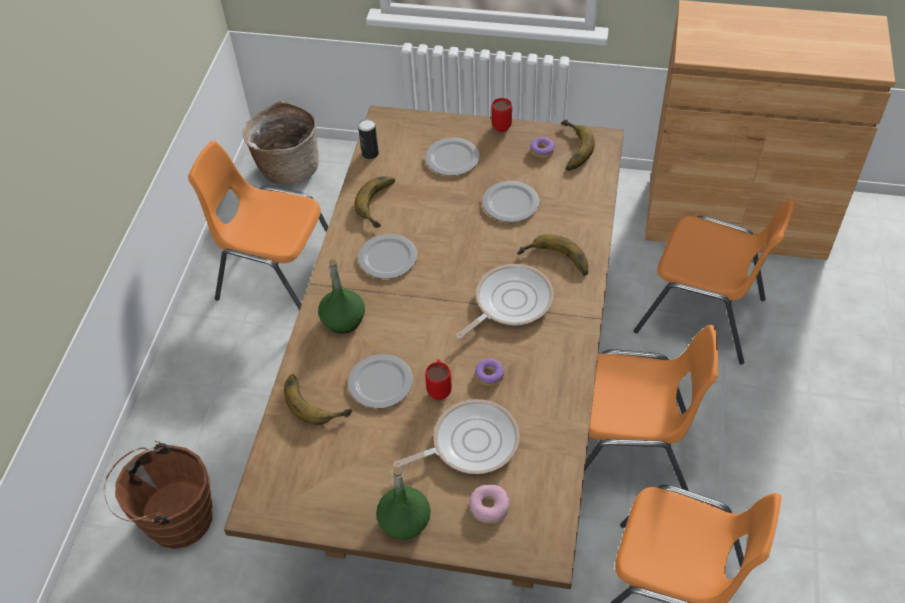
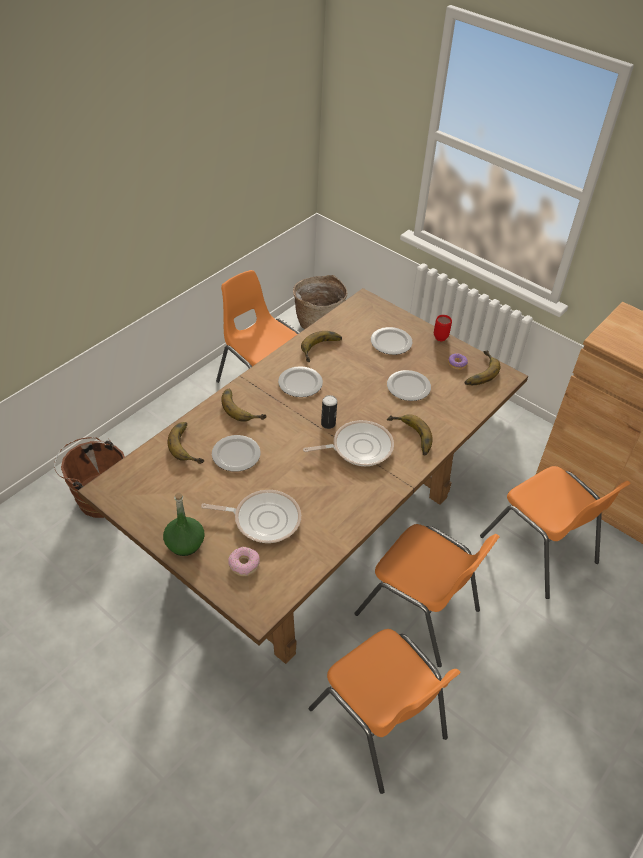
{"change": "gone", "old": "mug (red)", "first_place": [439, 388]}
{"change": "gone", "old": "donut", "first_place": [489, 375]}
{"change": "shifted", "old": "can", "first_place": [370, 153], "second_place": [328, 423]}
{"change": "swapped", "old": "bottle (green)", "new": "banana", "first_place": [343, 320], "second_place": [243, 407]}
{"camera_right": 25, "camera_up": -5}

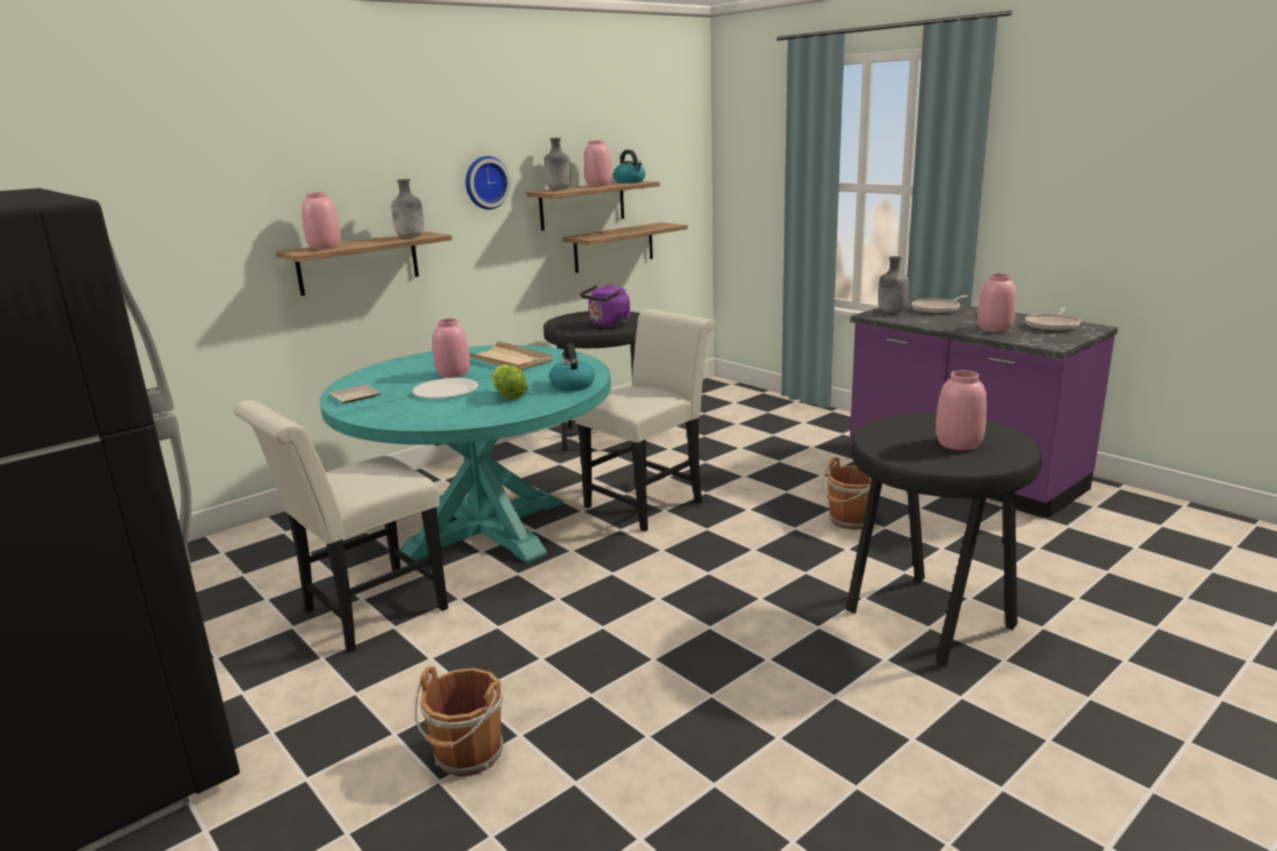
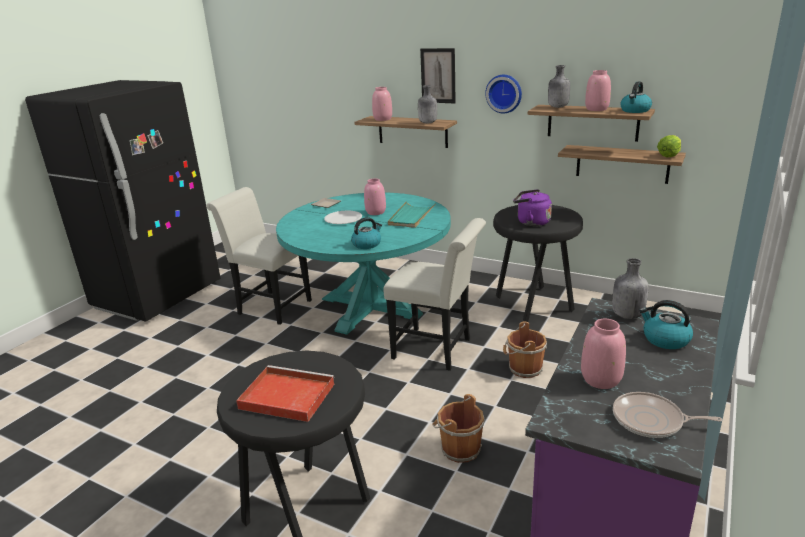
{"change": "new", "new": "picture", "second_place": [438, 75]}
{"change": "shifted", "old": "bucket (brown)", "first_place": [467, 755], "second_place": [523, 369]}
{"change": "shifted", "old": "lettuce", "first_place": [509, 396], "second_place": [668, 155]}
{"change": "swapped", "old": "frying pan", "new": "kettle", "first_place": [937, 310], "second_place": [665, 339]}
{"change": "swapped", "old": "vase (pink)", "new": "tray (red)", "first_place": [959, 444], "second_place": [285, 396]}
{"change": "repainted", "old": "tray (beige)", "new": "tray (turquoise)", "first_place": [507, 360], "second_place": [411, 217]}
{"camera_right": 70, "camera_up": 5}

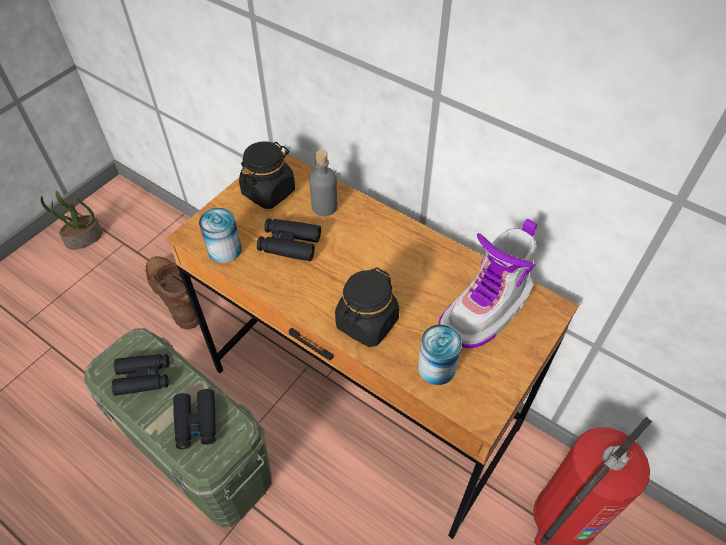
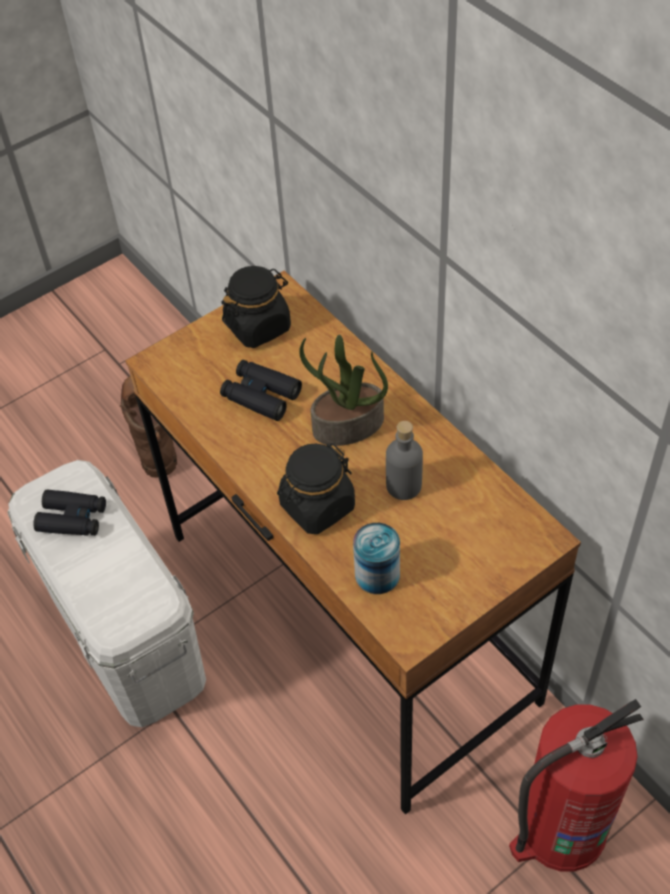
{"change": "gone", "old": "binoculars (black)", "first_place": [196, 422]}
{"change": "gone", "old": "can", "first_place": [224, 250]}
{"change": "gone", "old": "boot", "first_place": [487, 309]}
{"change": "shifted", "old": "potted plant", "first_place": [84, 239], "second_place": [348, 427]}
{"change": "shifted", "old": "bottle (grey)", "first_place": [324, 206], "second_place": [404, 485]}
{"change": "repainted", "old": "storage box (green)", "new": "storage box (white)", "first_place": [199, 455], "second_place": [127, 635]}
{"camera_right": 20, "camera_up": 0}

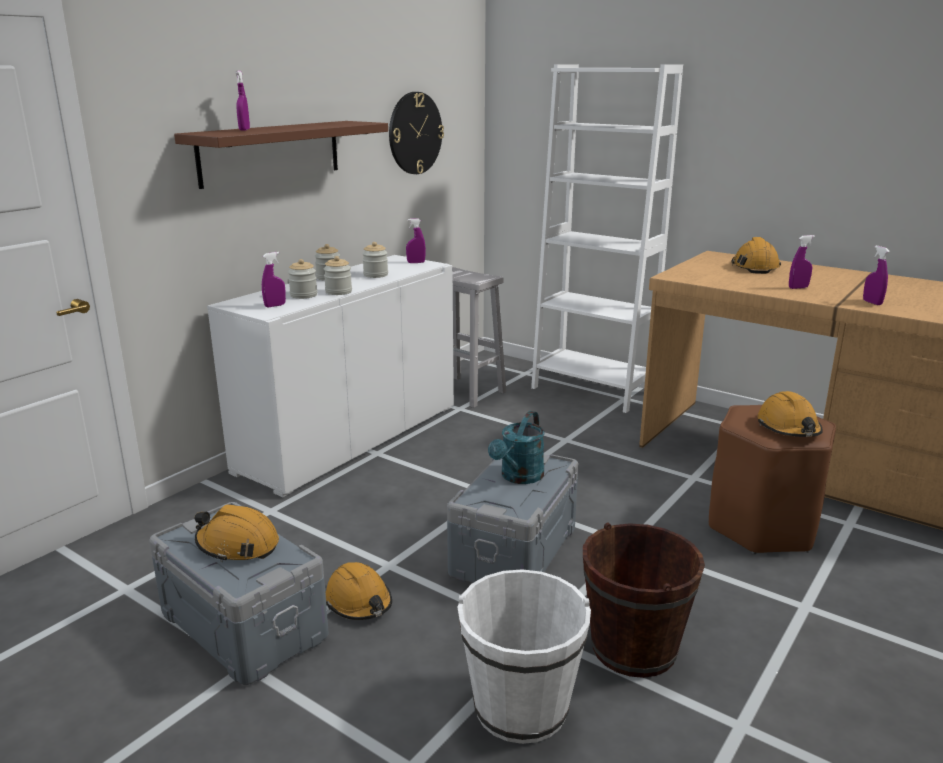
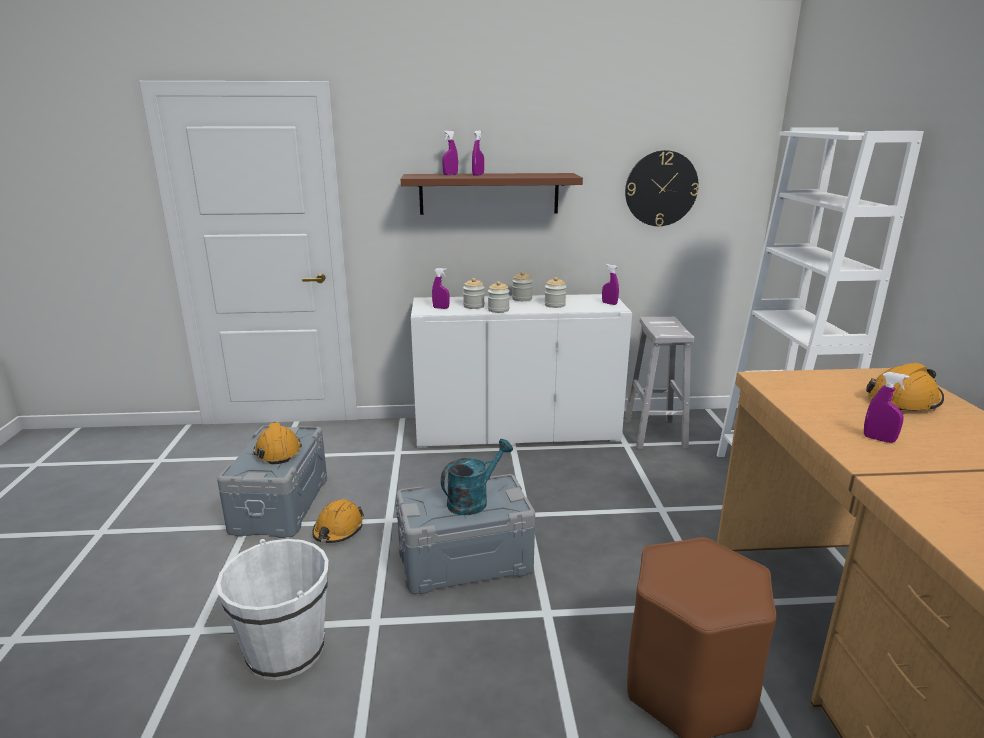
{"change": "gone", "old": "bucket (brown)", "first_place": [634, 648]}
{"change": "gone", "old": "hard hat (orange)", "first_place": [788, 428]}
{"change": "shifted", "old": "spray bottle (purple)", "first_place": [872, 302], "second_place": [478, 175]}
{"change": "rotated", "old": "watering can (turquoise)", "first_place": [519, 477], "second_place": [473, 500], "degrees": 150}
{"camera_right": 50, "camera_up": 0}

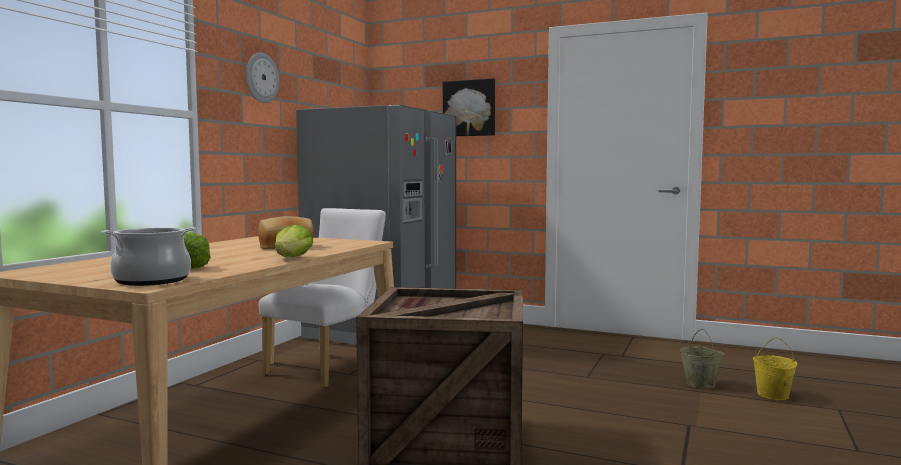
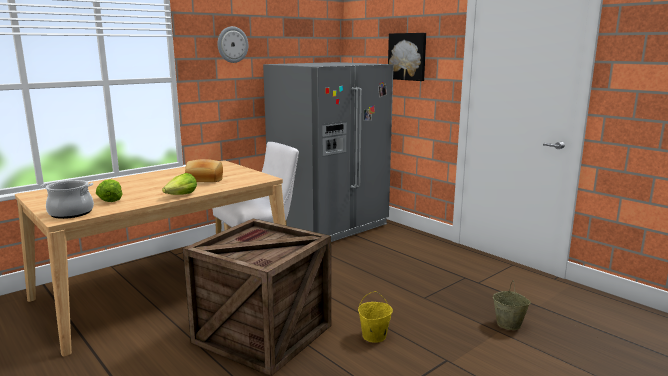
{"change": "shifted", "old": "bucket (yellow)", "first_place": [773, 395], "second_place": [374, 336]}
{"camera_right": 25, "camera_up": 10}

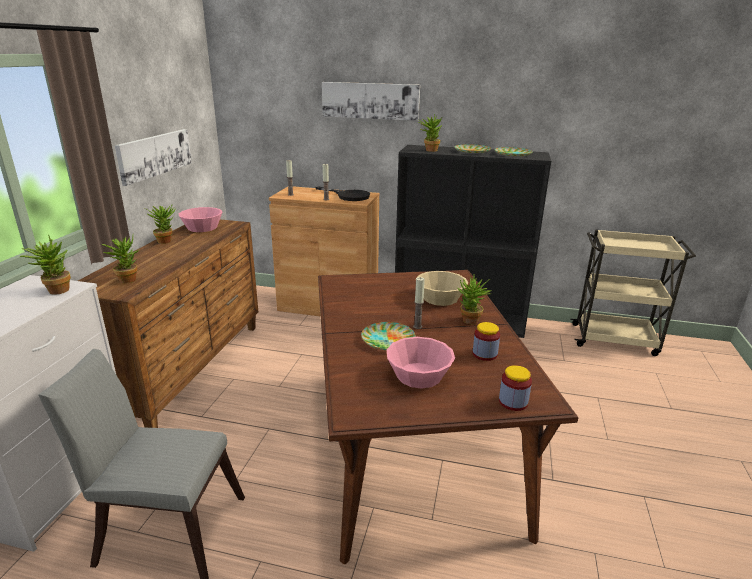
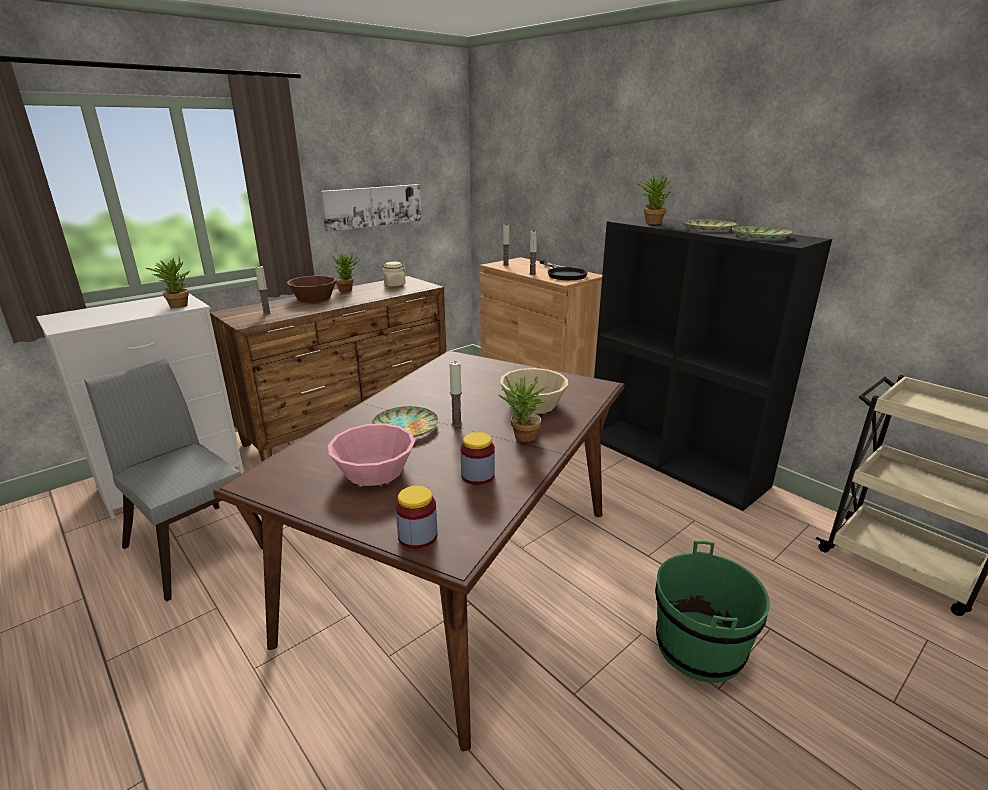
{"change": "gone", "old": "picture", "first_place": [370, 100]}
{"change": "new", "new": "bowl (brown)", "second_place": [314, 298]}
{"change": "new", "new": "bucket (green)", "second_place": [699, 647]}
{"change": "swapped", "old": "potted plant", "new": "candle", "first_place": [127, 279], "second_place": [266, 313]}
{"change": "swapped", "old": "bowl (pink)", "new": "jar (beige)", "first_place": [202, 227], "second_place": [395, 284]}
{"camera_right": 35, "camera_up": 0}

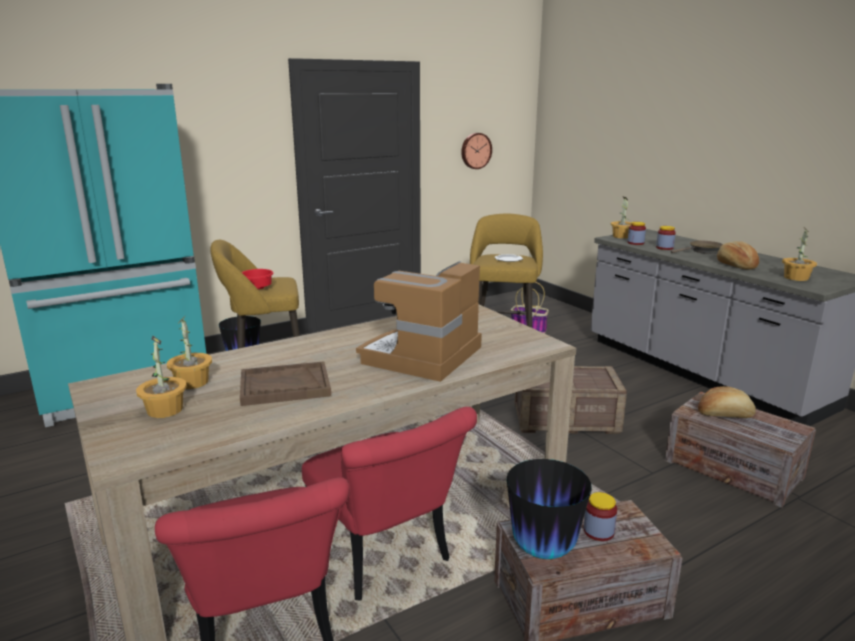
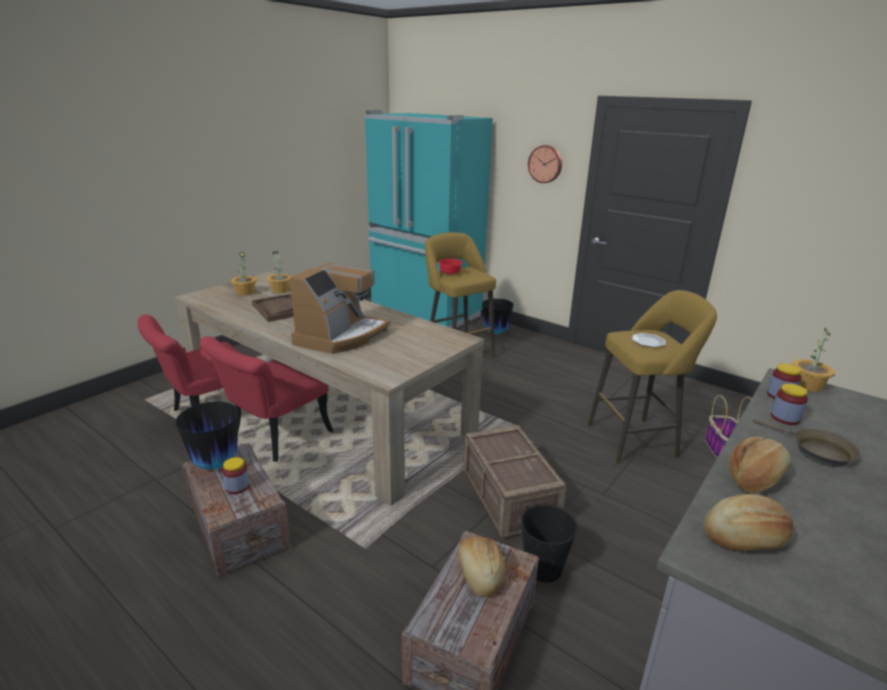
{"change": "new", "new": "bucket (black)", "second_place": [543, 567]}
{"change": "shifted", "old": "wall clock", "first_place": [475, 150], "second_place": [545, 164]}
{"change": "swapped", "old": "potted plant", "new": "bread", "first_place": [795, 278], "second_place": [745, 538]}
{"change": "rotated", "old": "coffee machine", "first_place": [423, 356], "second_place": [341, 336], "degrees": 105}
{"camera_right": 70, "camera_up": 5}

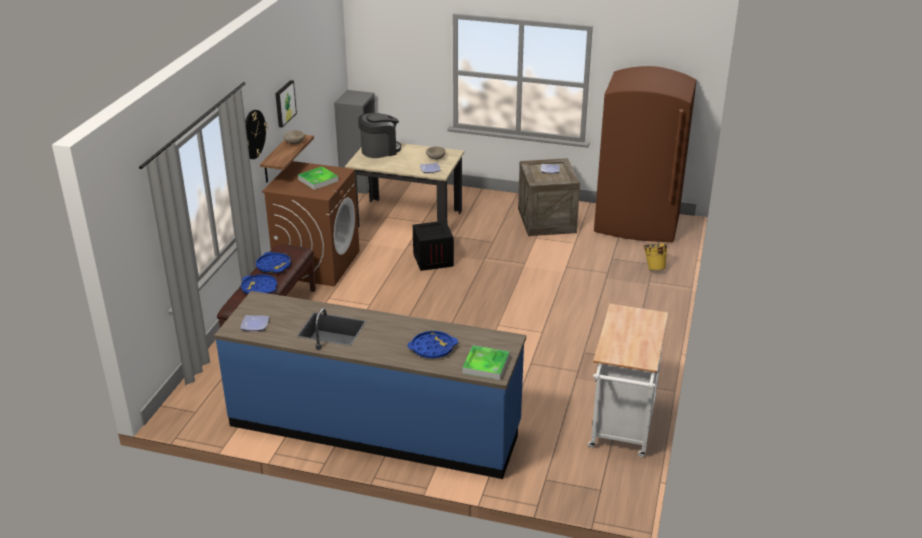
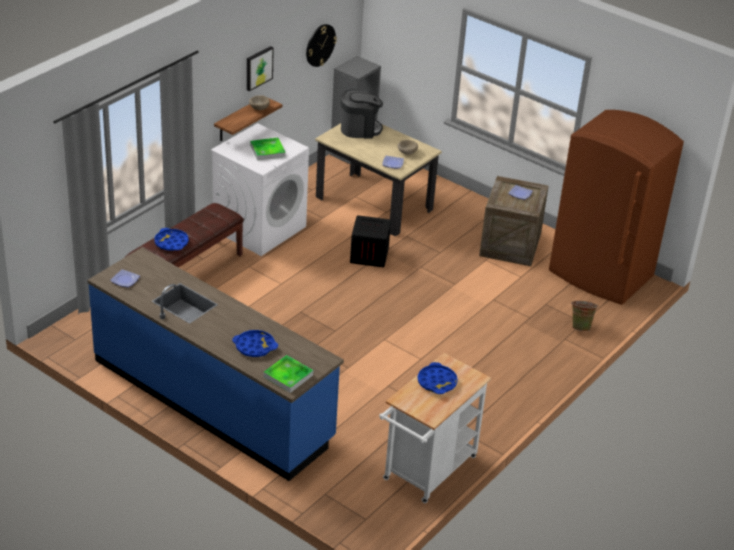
{"change": "shifted", "old": "wall clock", "first_place": [253, 134], "second_place": [320, 45]}
{"change": "shifted", "old": "tray (blue)", "first_place": [274, 266], "second_place": [437, 382]}
{"change": "repainted", "old": "washing machine (brown)", "new": "washing machine (white)", "first_place": [317, 263], "second_place": [260, 228]}
{"change": "repainted", "old": "bucket (yellow)", "new": "bucket (green)", "first_place": [654, 268], "second_place": [581, 326]}
{"camera_right": 20, "camera_up": 5}

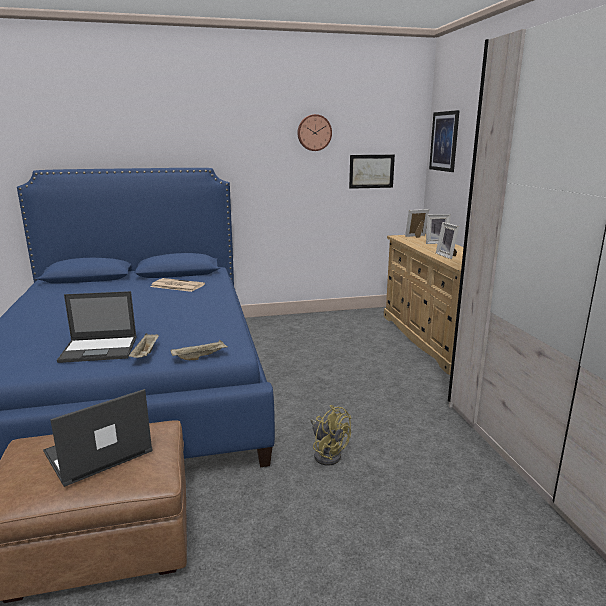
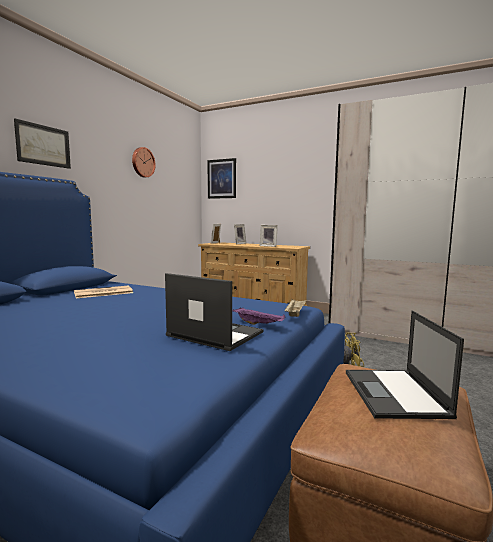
{"change": "shifted", "old": "picture", "first_place": [371, 171], "second_place": [43, 145]}
{"change": "repainted", "old": "tray (beige)", "new": "tray (purple)", "first_place": [146, 354], "second_place": [259, 324]}
{"change": "rotated", "old": "laptop", "first_place": [100, 349], "second_place": [214, 334], "degrees": -90}
{"camera_right": -50, "camera_up": -10}

